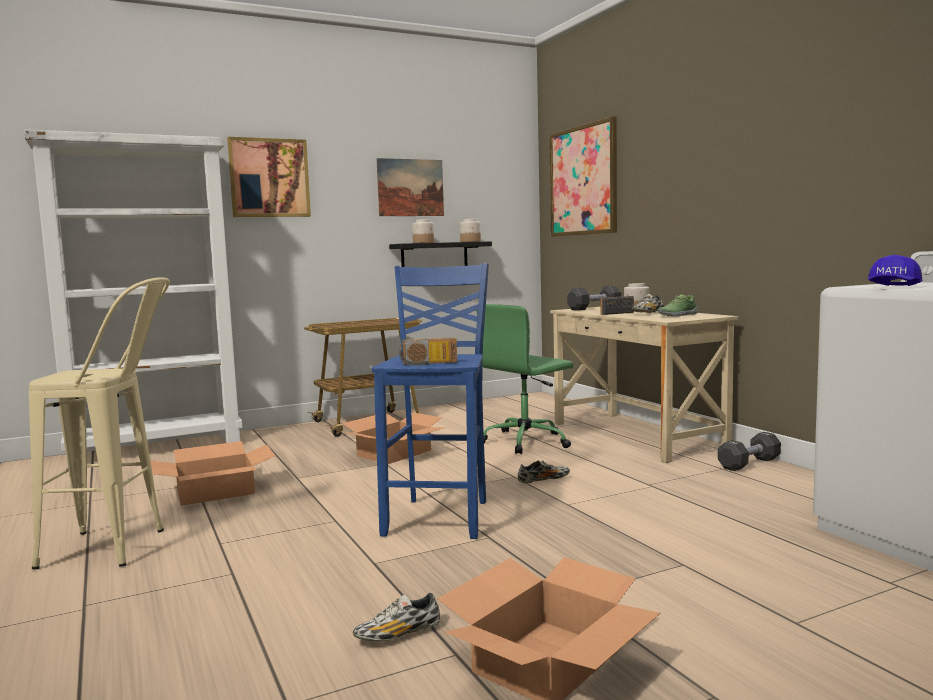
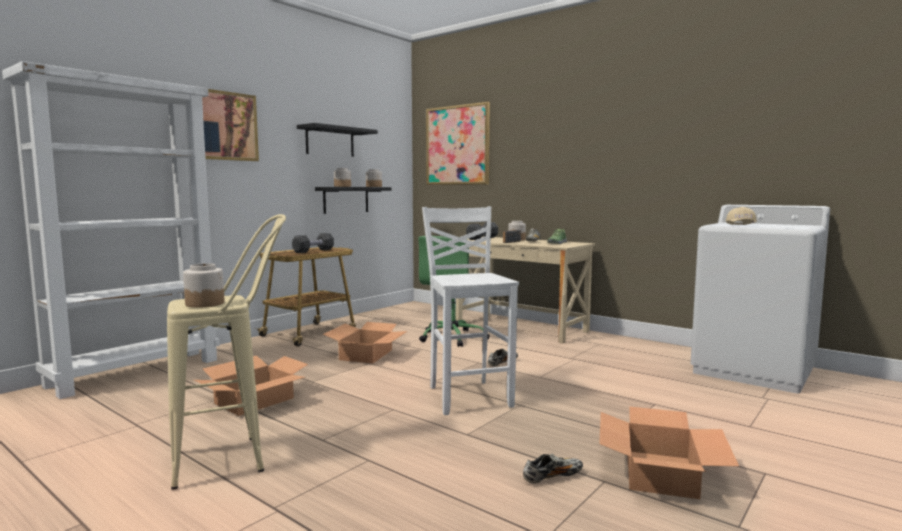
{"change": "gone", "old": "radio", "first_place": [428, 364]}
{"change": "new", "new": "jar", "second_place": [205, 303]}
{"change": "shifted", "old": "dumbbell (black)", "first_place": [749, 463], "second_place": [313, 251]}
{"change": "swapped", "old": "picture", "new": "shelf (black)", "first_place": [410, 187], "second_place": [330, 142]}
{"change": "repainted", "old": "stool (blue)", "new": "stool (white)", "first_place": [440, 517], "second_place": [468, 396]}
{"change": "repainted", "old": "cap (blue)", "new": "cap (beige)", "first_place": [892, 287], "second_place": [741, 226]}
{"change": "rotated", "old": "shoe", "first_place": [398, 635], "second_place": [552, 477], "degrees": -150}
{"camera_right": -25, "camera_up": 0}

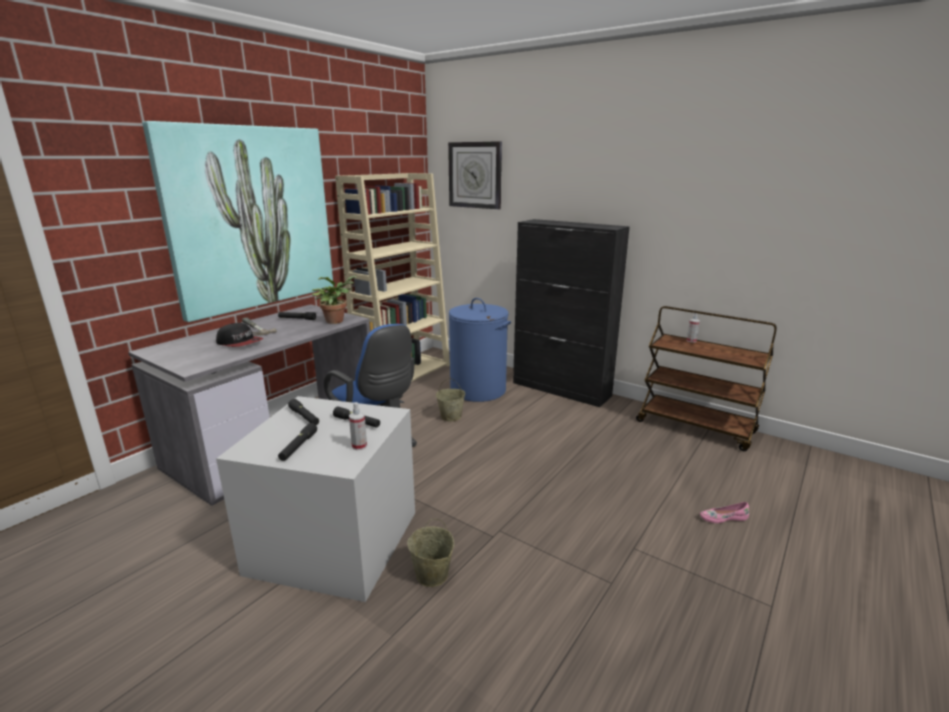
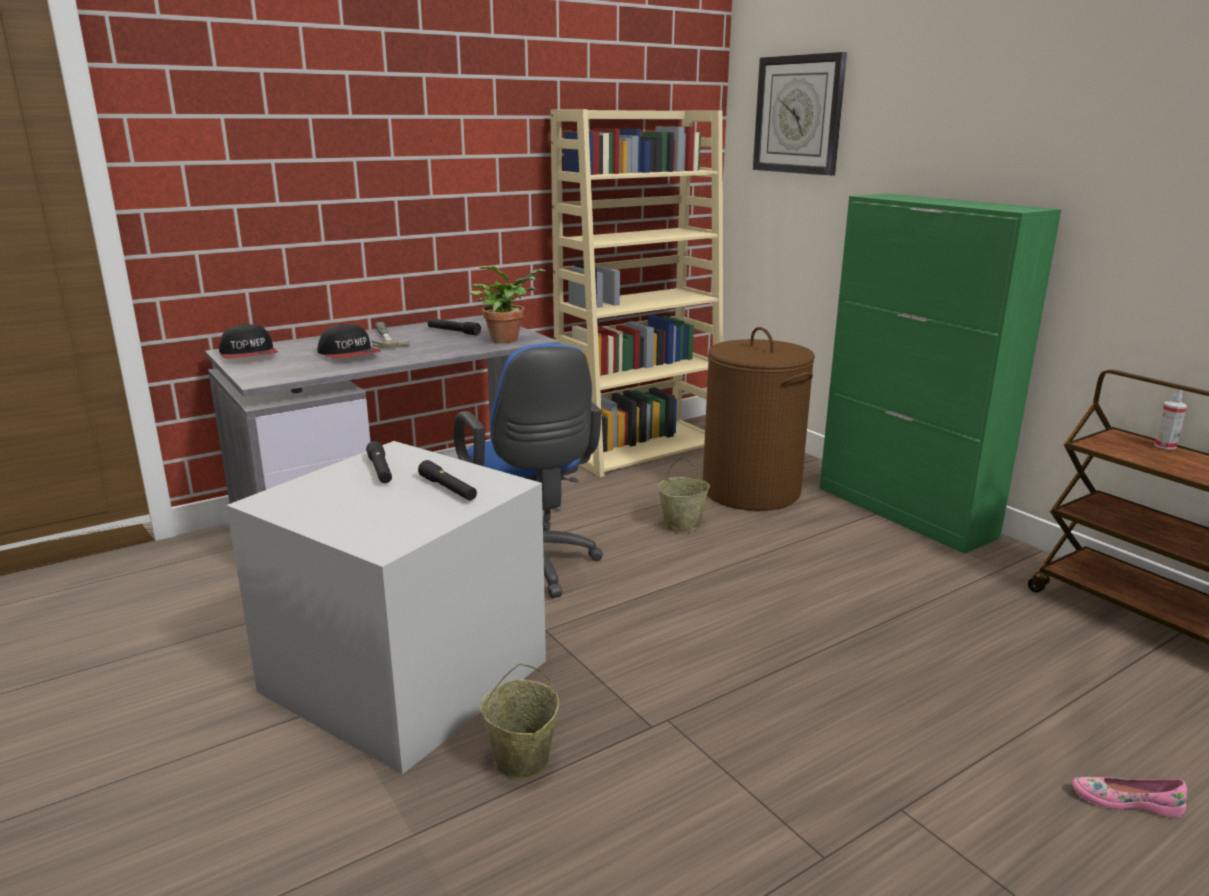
{"change": "gone", "old": "picture", "first_place": [251, 218]}
{"change": "gone", "old": "flashlight (black)", "first_place": [298, 447]}
{"change": "gone", "old": "spray bottle", "first_place": [359, 446]}
{"change": "new", "new": "cap", "second_place": [249, 355]}
{"change": "repainted", "old": "laundry basket (blue)", "new": "laundry basket (brown)", "first_place": [478, 390], "second_place": [751, 491]}
{"change": "repainted", "old": "cabinet (black)", "new": "cabinet (green)", "first_place": [561, 389], "second_place": [905, 512]}
{"camera_right": 20, "camera_up": 0}

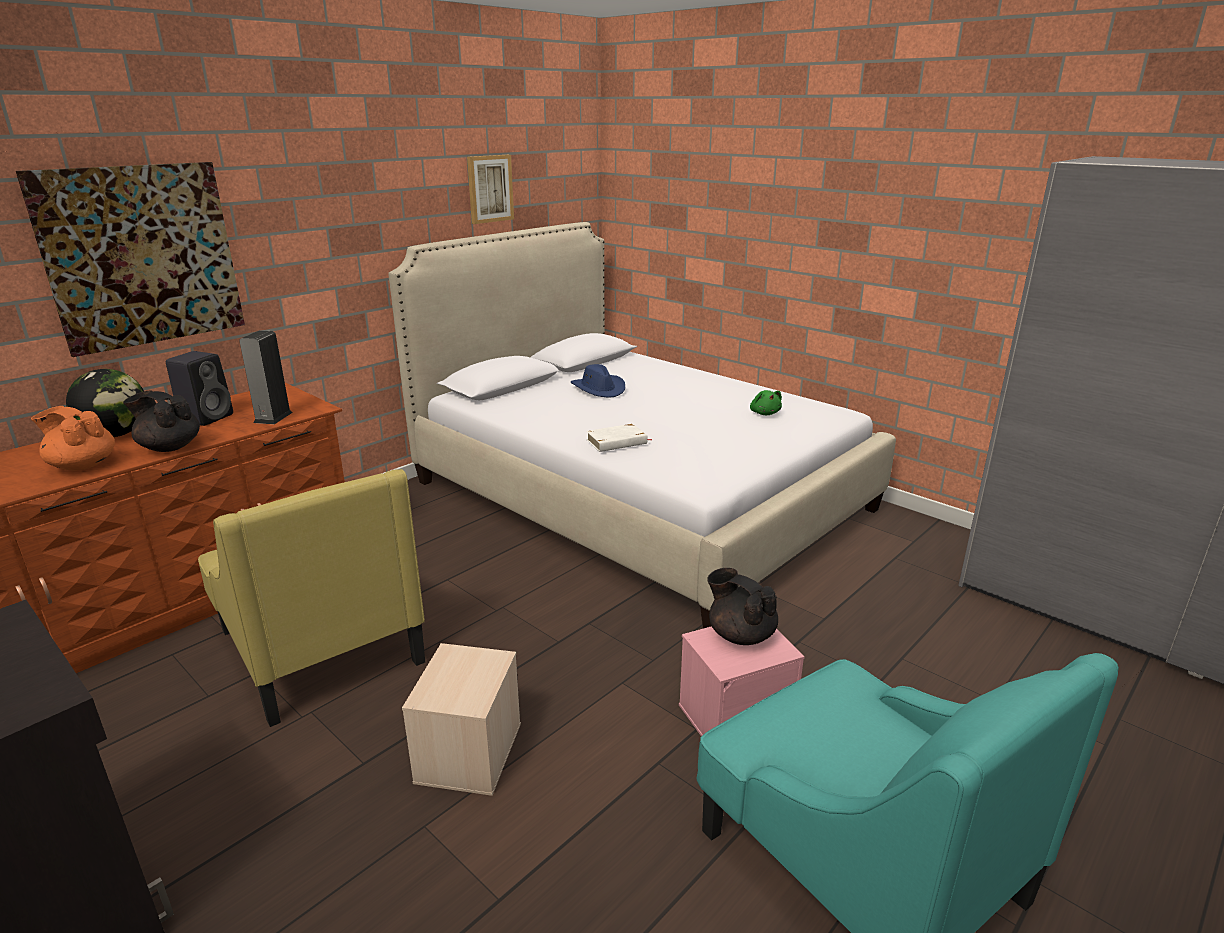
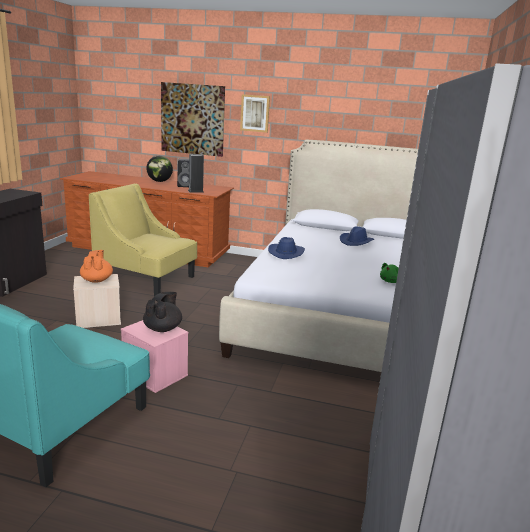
{"change": "gone", "old": "teapot (black)", "first_place": [169, 447]}
{"change": "shifted", "old": "teapot (orange)", "first_place": [82, 465], "second_place": [97, 280]}
{"change": "shifted", "old": "picture", "first_place": [489, 189], "second_place": [255, 113]}
{"change": "swapped", "old": "book (white)", "new": "hat (blue)", "first_place": [617, 442], "second_place": [286, 252]}
{"change": "rotated", "old": "armchair (yellow)", "first_place": [320, 645], "second_place": [146, 278], "degrees": 90}
{"camera_right": 60, "camera_up": -5}

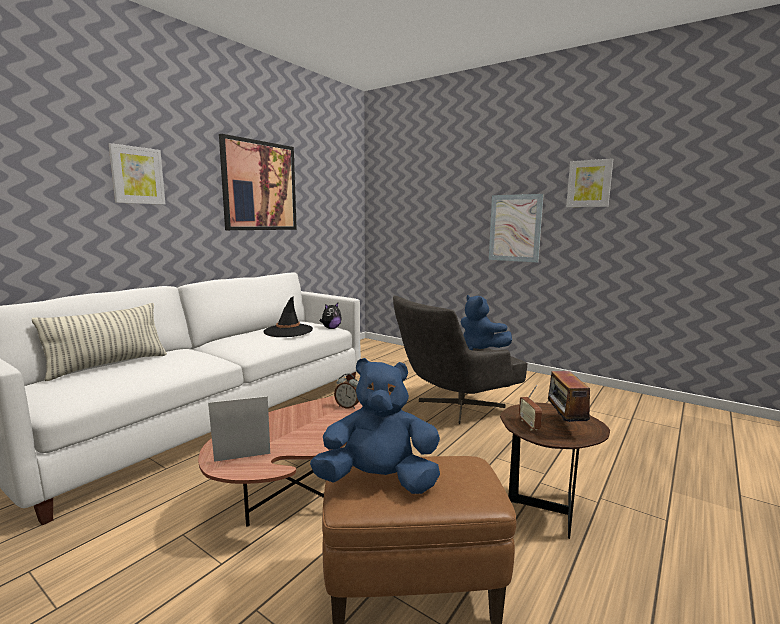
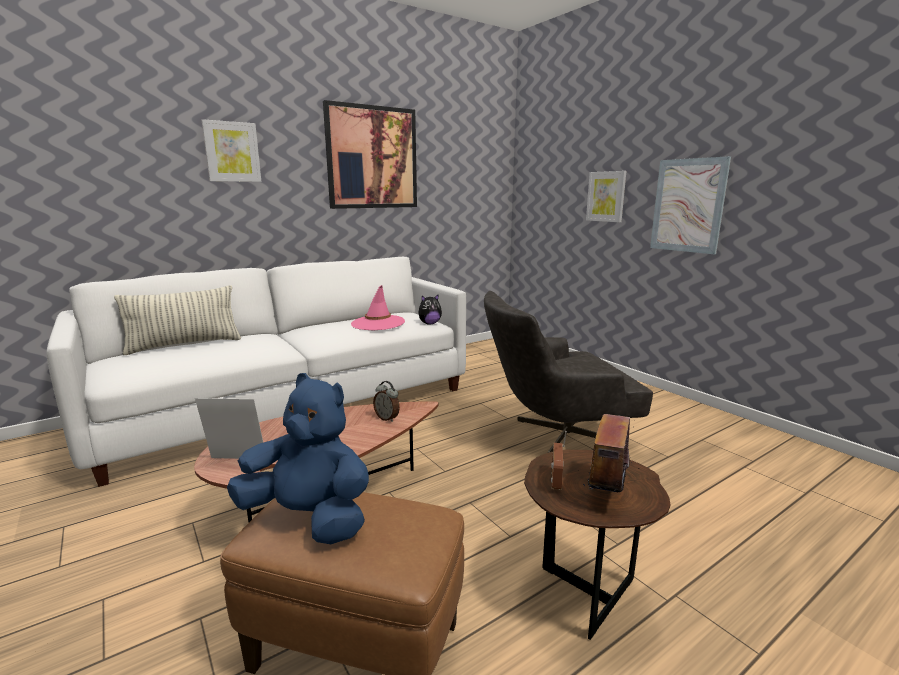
{"change": "gone", "old": "plush toy (blue)", "first_place": [480, 348]}
{"change": "shifted", "old": "picture", "first_place": [589, 183], "second_place": [606, 196]}
{"change": "repainted", "old": "hat (black)", "new": "hat (pink)", "first_place": [288, 331], "second_place": [378, 323]}
{"camera_right": 20, "camera_up": 5}

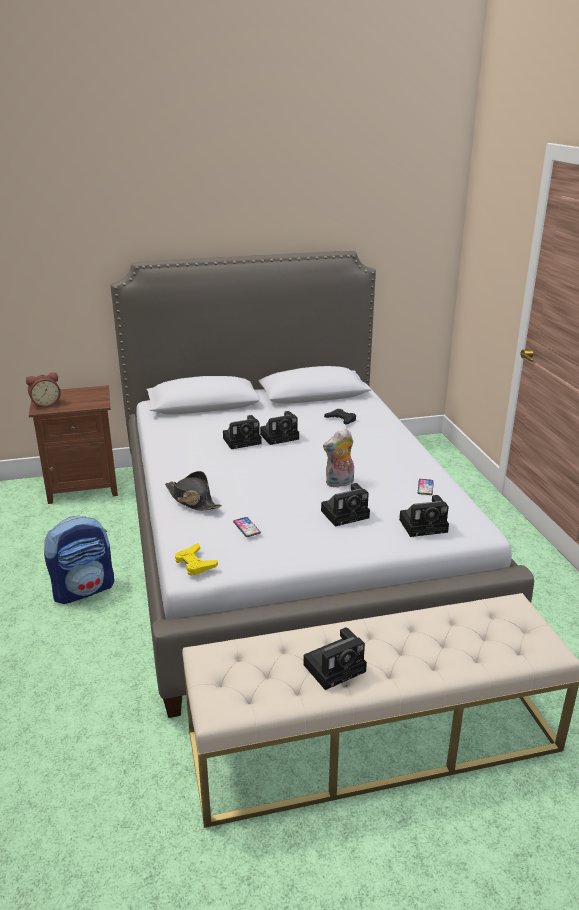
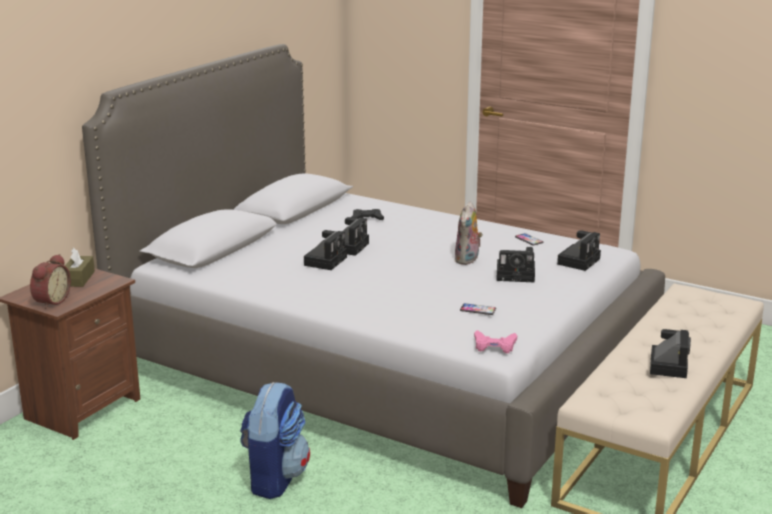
{"change": "gone", "old": "hat (black)", "first_place": [192, 500]}
{"change": "new", "new": "tissue box (brown)", "second_place": [78, 278]}
{"change": "repainted", "old": "game controller (yellow)", "new": "game controller (pink)", "first_place": [195, 563], "second_place": [494, 346]}
{"change": "rotated", "old": "photo camera", "first_place": [346, 513], "second_place": [517, 275], "degrees": 75}
{"camera_right": -45, "camera_up": -5}

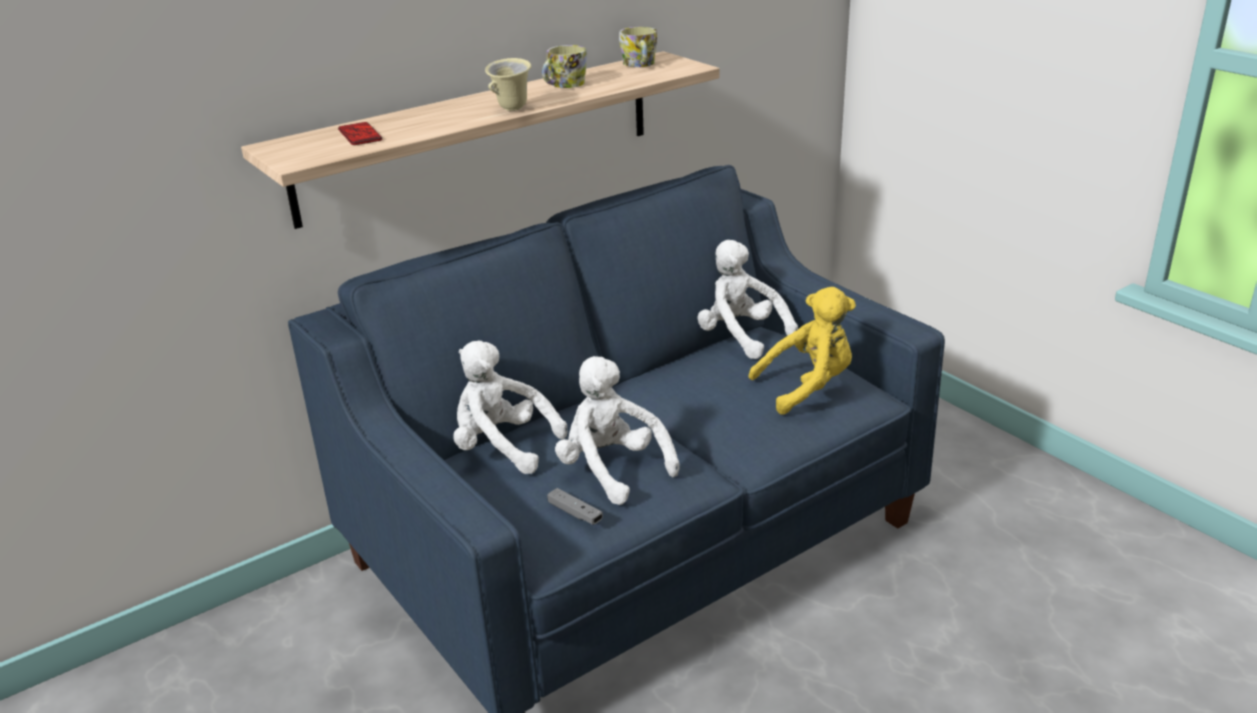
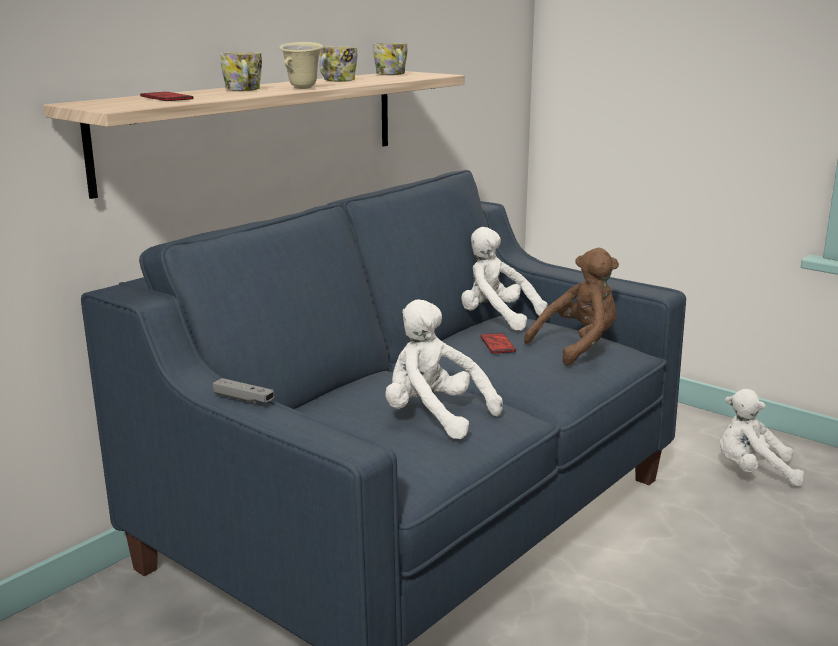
{"change": "new", "new": "mug", "second_place": [243, 90]}
{"change": "new", "new": "phone", "second_place": [497, 344]}
{"change": "shifted", "old": "plush toy (white)", "first_place": [502, 447], "second_place": [752, 472]}
{"change": "shifted", "old": "game controller (grey)", "first_place": [575, 513], "second_place": [243, 399]}
{"change": "repainted", "old": "plush toy (yellow)", "new": "plush toy (brown)", "first_place": [808, 387], "second_place": [578, 346]}
{"camera_right": -15, "camera_up": -10}

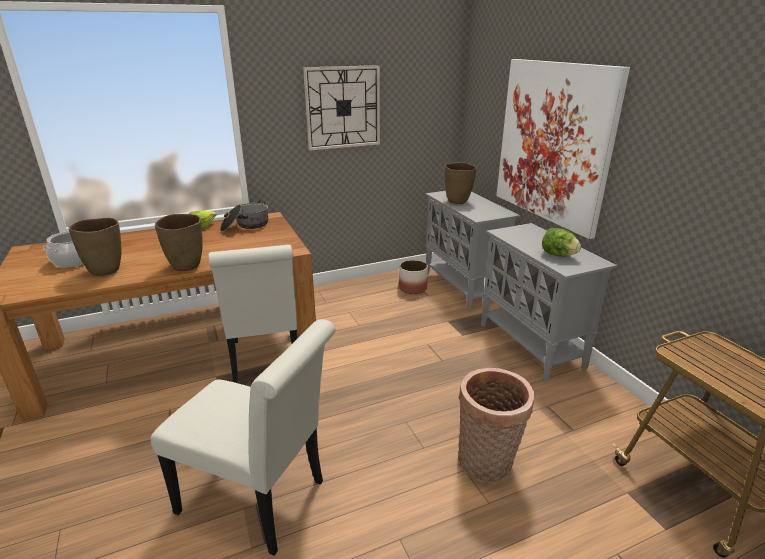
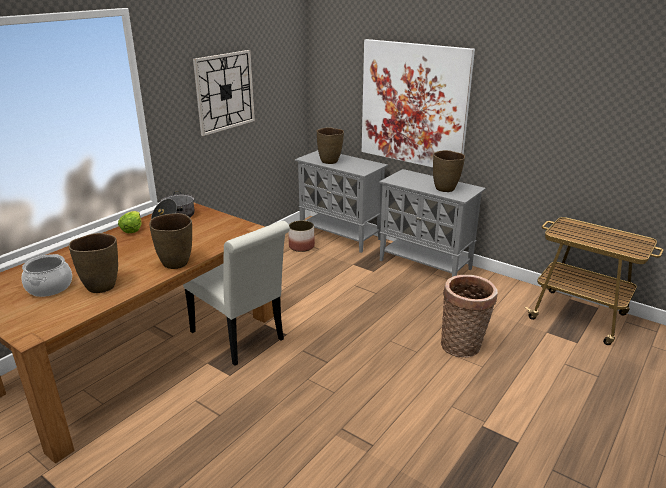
{"change": "gone", "old": "chair (white)", "first_place": [260, 500]}
{"change": "swapped", "old": "lettuce", "new": "vase (brown)", "first_place": [558, 255], "second_place": [445, 189]}
{"camera_right": -30, "camera_up": 0}

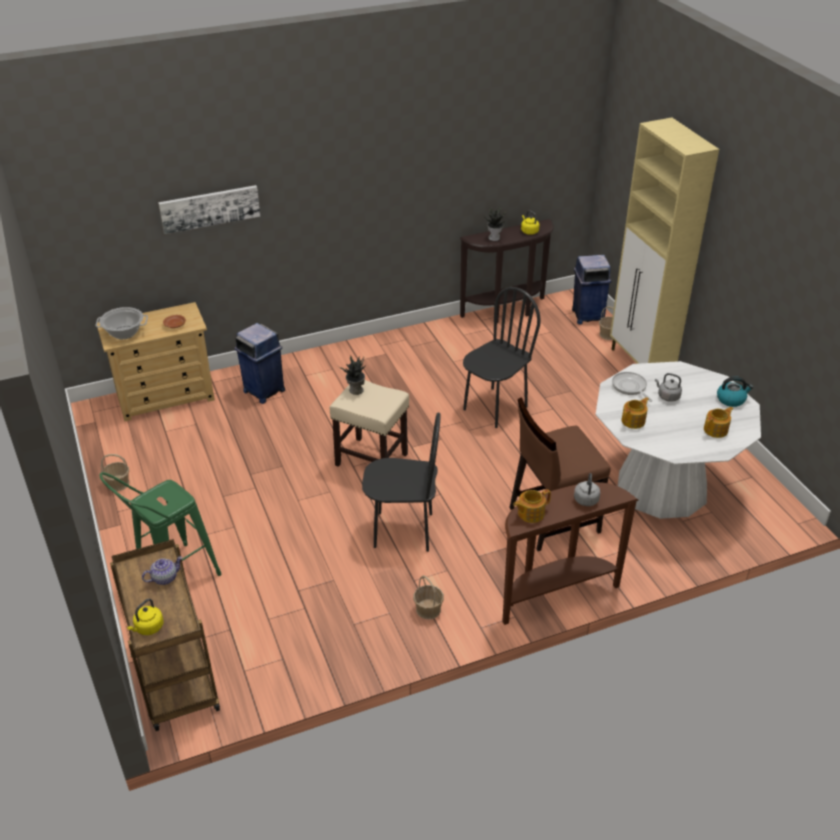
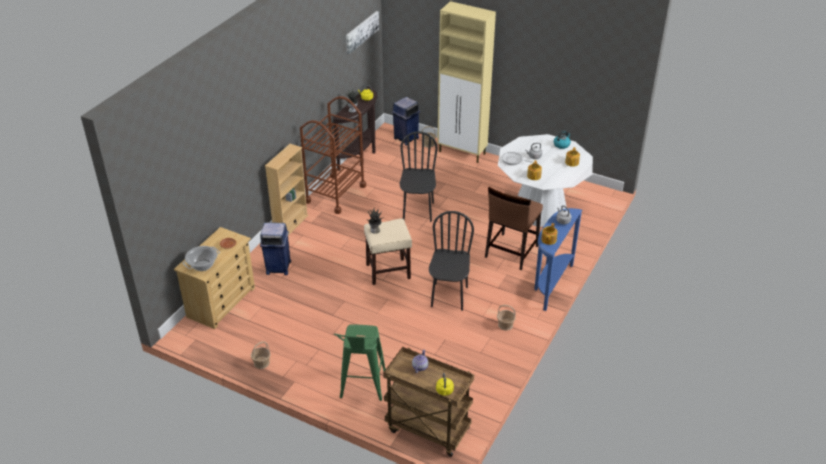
{"change": "new", "new": "bookcase (beige)", "second_place": [290, 224]}
{"change": "new", "new": "cart (brown)", "second_place": [335, 194]}
{"change": "shifted", "old": "picture", "first_place": [210, 208], "second_place": [361, 31]}
{"change": "repainted", "old": "console table (brown)", "new": "console table (blue)", "first_place": [554, 593], "second_place": [550, 284]}
{"change": "rotated", "old": "chair (black)", "first_place": [403, 531], "second_place": [449, 297], "degrees": -45}
{"camera_right": -40, "camera_up": 0}

